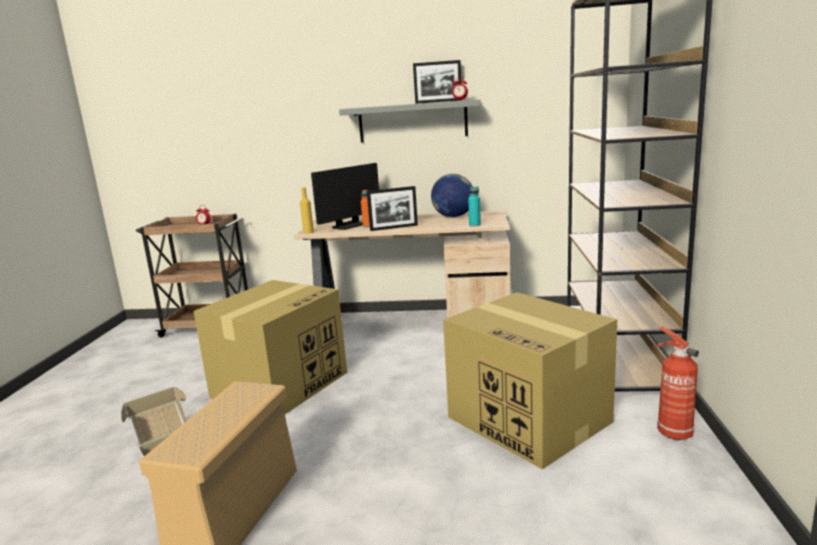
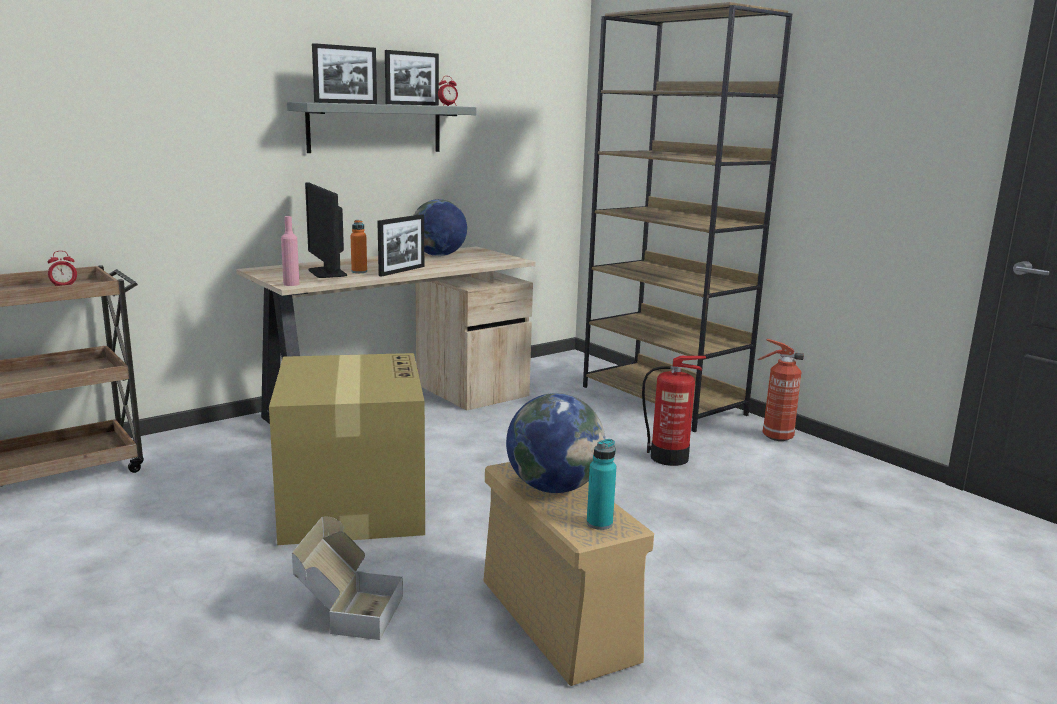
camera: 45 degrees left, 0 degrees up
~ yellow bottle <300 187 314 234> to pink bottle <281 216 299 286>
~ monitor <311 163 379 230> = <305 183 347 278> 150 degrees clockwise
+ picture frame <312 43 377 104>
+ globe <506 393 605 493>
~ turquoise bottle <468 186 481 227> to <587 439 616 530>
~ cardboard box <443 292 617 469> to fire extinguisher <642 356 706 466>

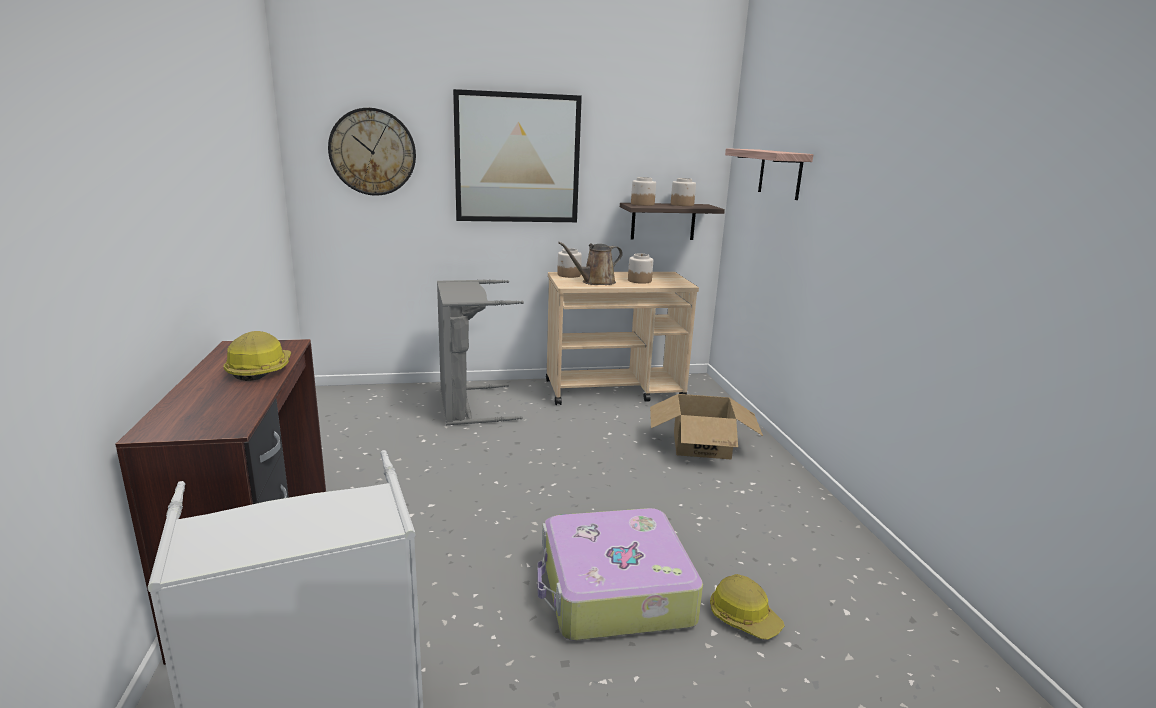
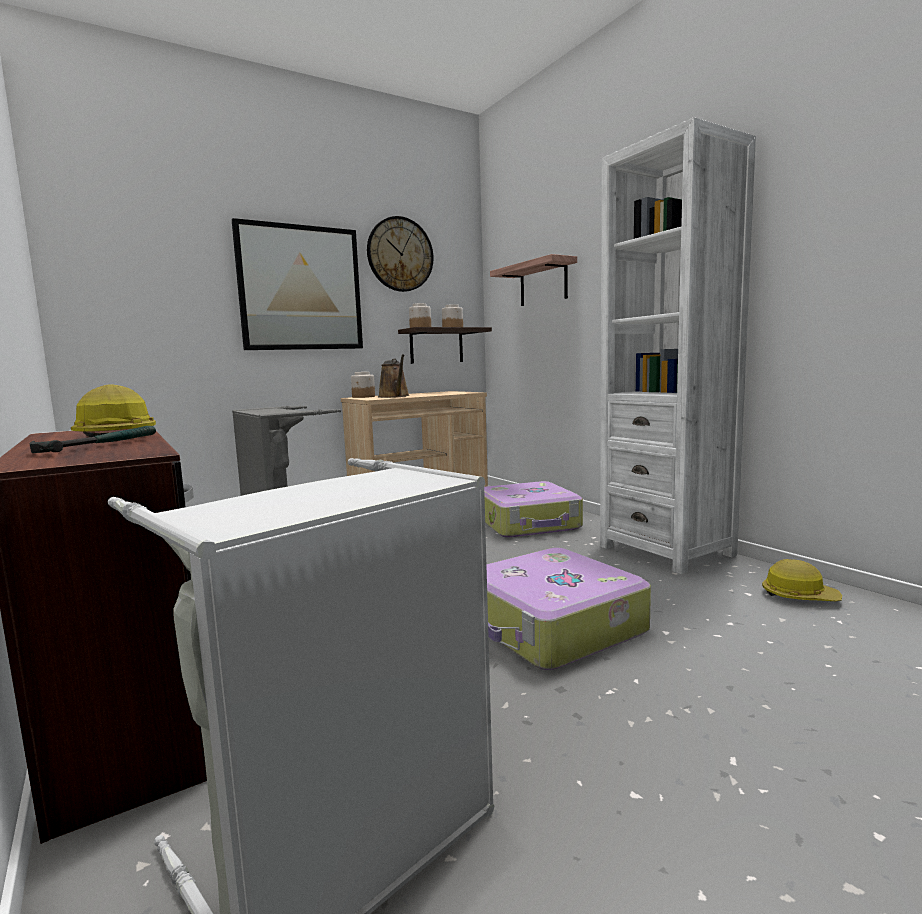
camera: 20 degrees left, 10 degrees down
+ hammer <30 426 156 453>
~ wall clock <328 108 416 196> to <367 216 434 292>
~ brown watering can <558 242 623 285> = <378 354 409 398> 60 degrees counterclockwise
~ cardboard box <650 394 763 459> to suitcase <484 481 583 538>
+ white bookcase <600 117 756 574>
~ hard hat <710 574 785 640> to <762 559 842 601>
- jar <628 253 653 284>

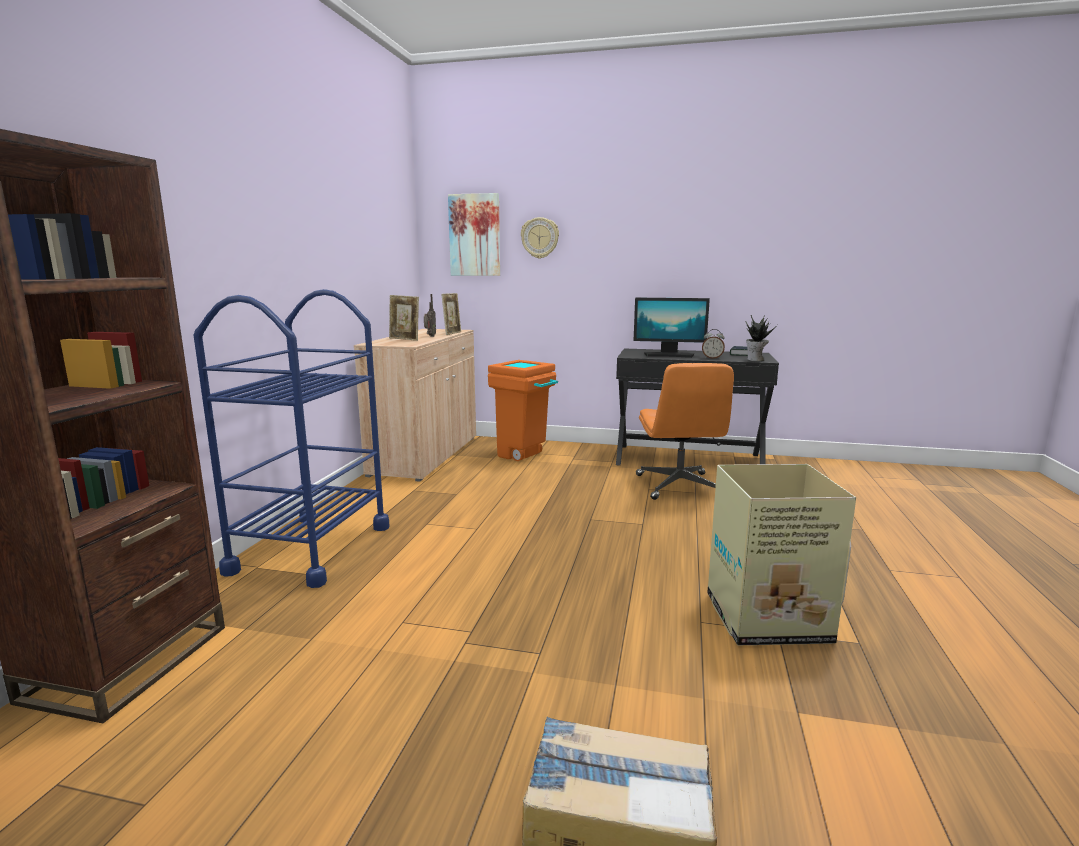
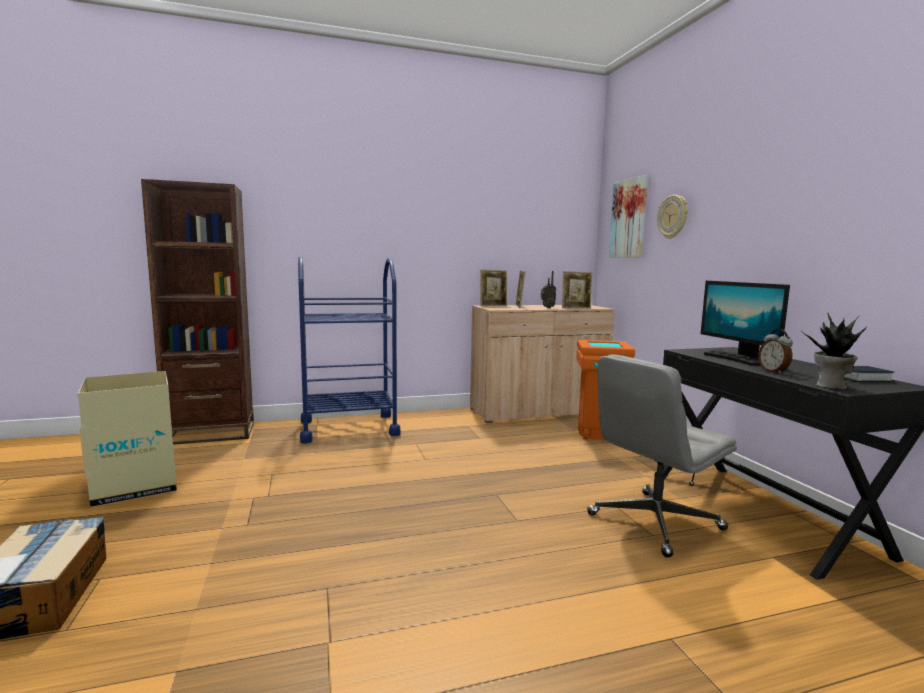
camera: 60 degrees right, 5 degrees down
~ cardboard box <707 464 856 645> to <78 371 177 507>
+ picture frame <480 270 507 306>
~ orange office chair <636 363 734 500> to grey office chair <587 355 737 558>

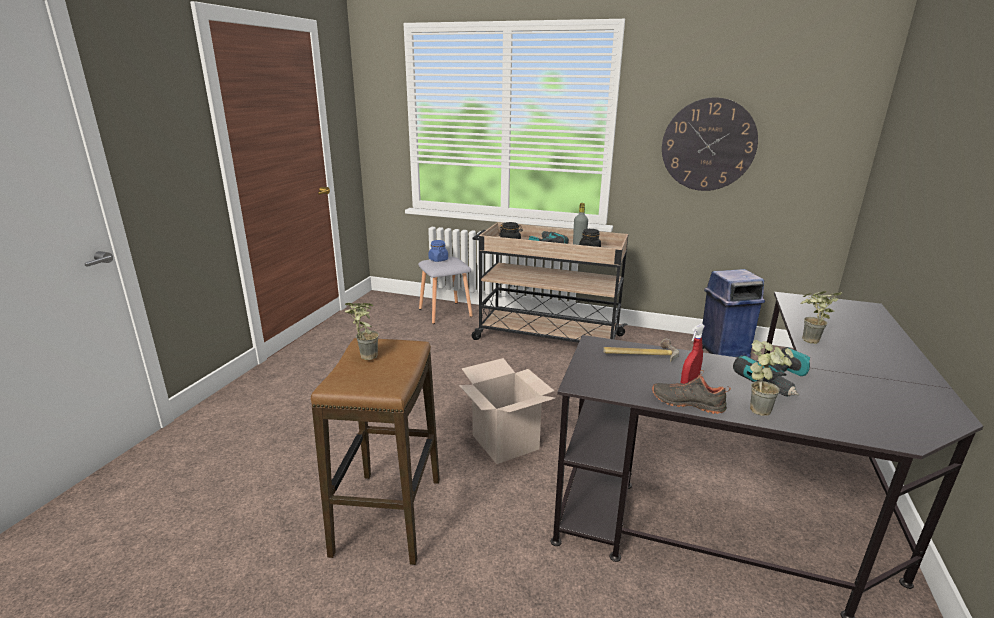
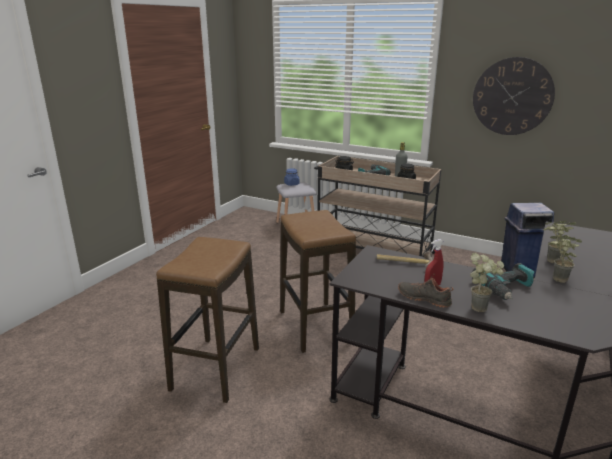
camera: 10 degrees right, 0 degrees up
~ cardboard box <459 358 555 464> to stool <280 210 356 353>
~ potted plant <345 303 379 360> to <548 236 582 283>

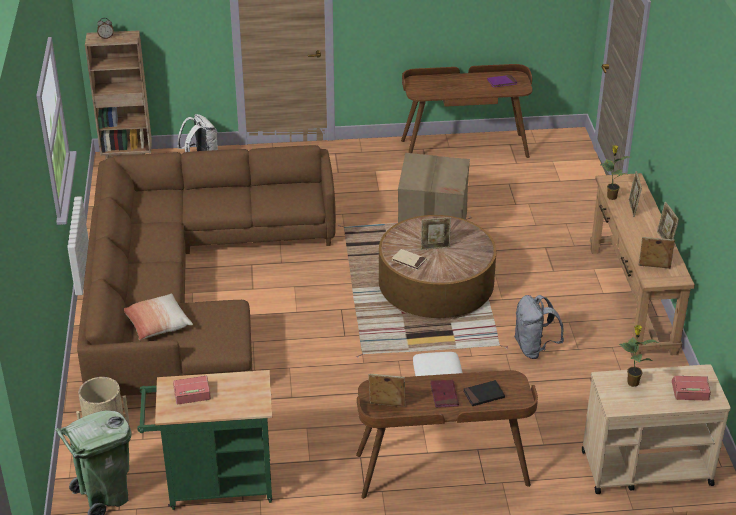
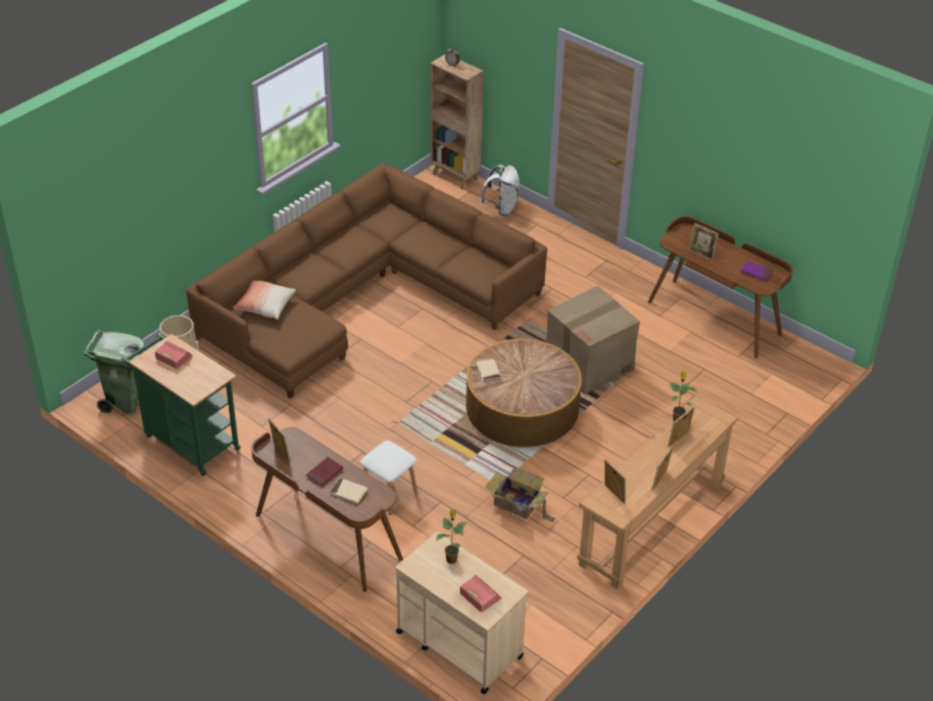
camera: 45 degrees right, 5 degrees up
~ black book <463 380 505 406> to beige book <329 478 368 504>
~ grey backpack <514 295 564 359> to cardboard box <485 469 555 523>
~ picture frame <421 217 451 250> to <689 223 719 260>

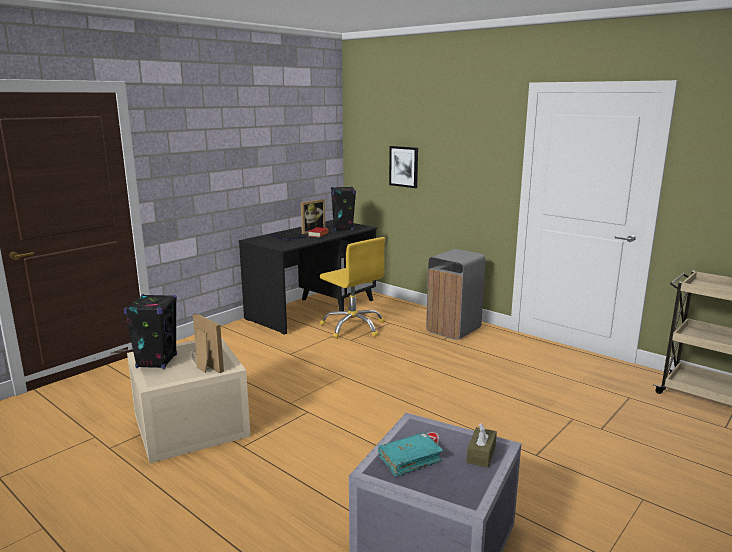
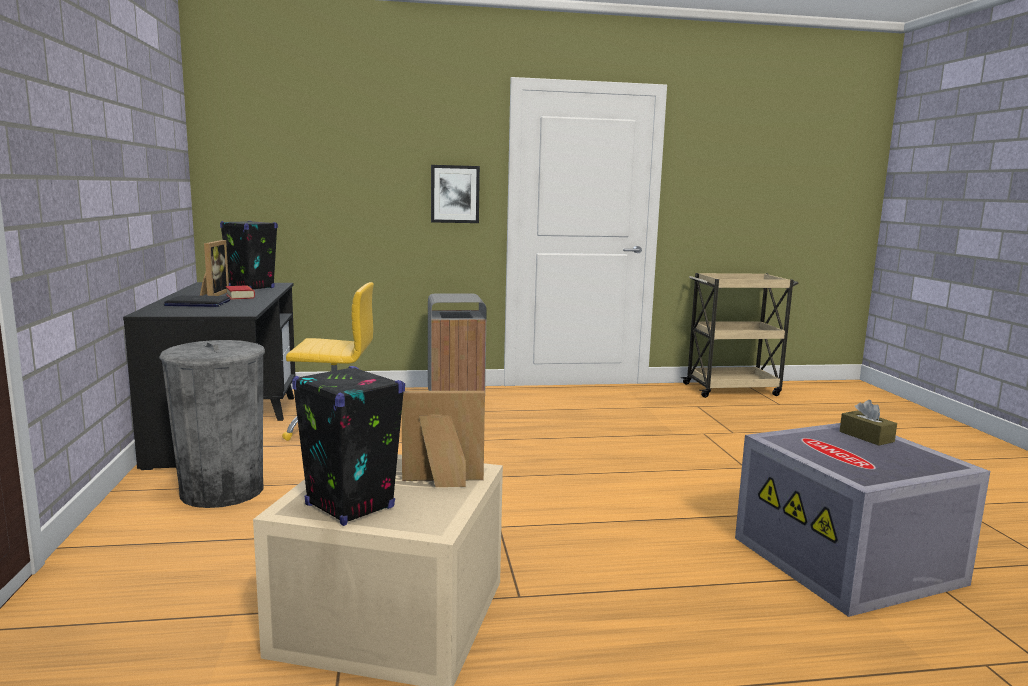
camera: 50 degrees left, 5 degrees down
+ grey trash can <159 340 265 508>
~ picture <389 146 418 188> to <431 165 480 223>
- turquoise book <378 432 443 477>

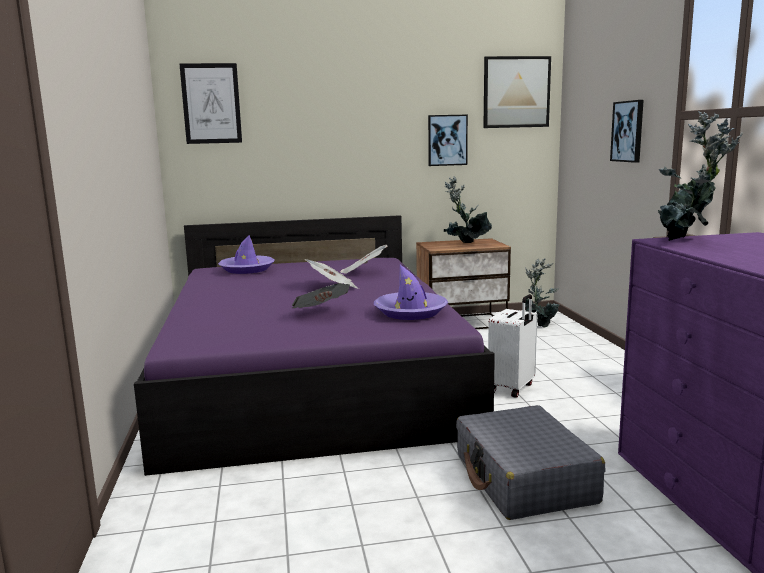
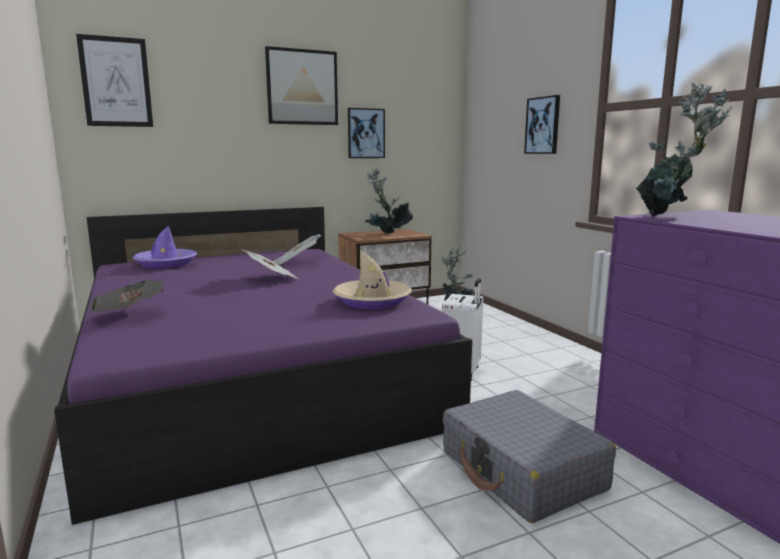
camera: 15 degrees left, 0 degrees up
~ newspaper <292 283 350 308> to <90 280 164 312>
~ picture <483 56 551 128> to <265 46 338 125>
~ purple hat <374 265 448 320> to beige hat <332 250 412 309>

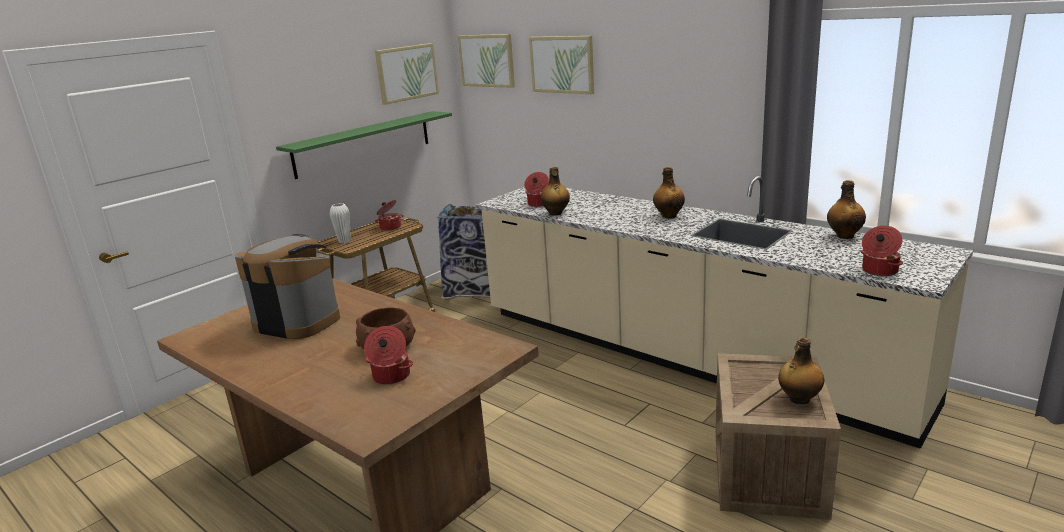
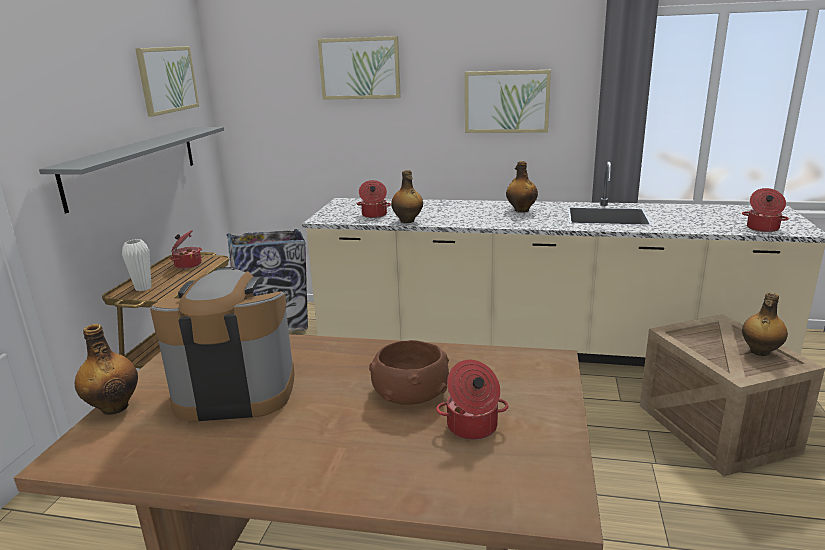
camera: 30 degrees left, 0 degrees up
~ green shelf <276 111 452 179> to grey shelf <39 127 224 213>
~ bottle <827 180 866 239> to <75 324 138 415>
~ picture <458 34 515 88> to <465 70 551 133>

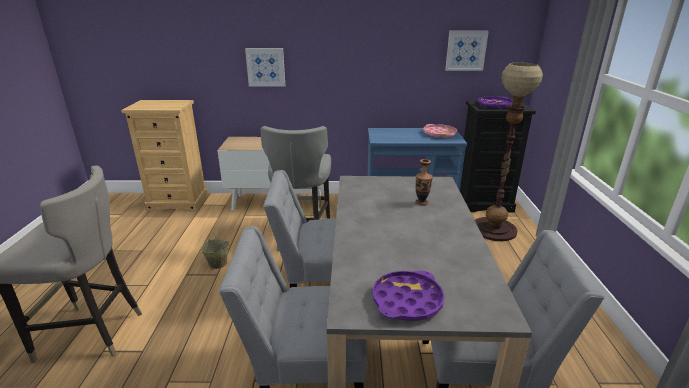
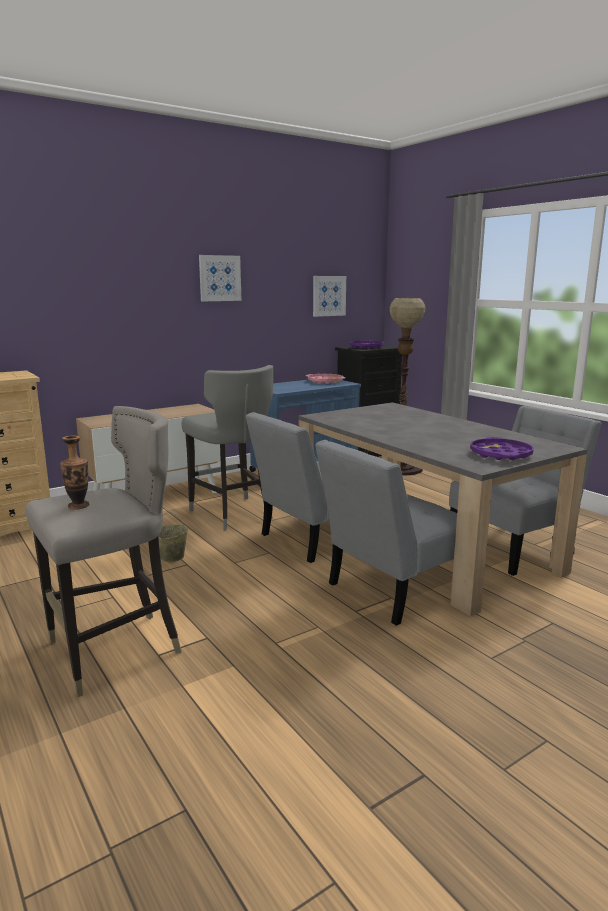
camera: 35 degrees left, 10 degrees down
~ vase <415 159 433 206> to <60 435 89 509>
~ picture <245 48 285 87> to <199 255 241 302>

